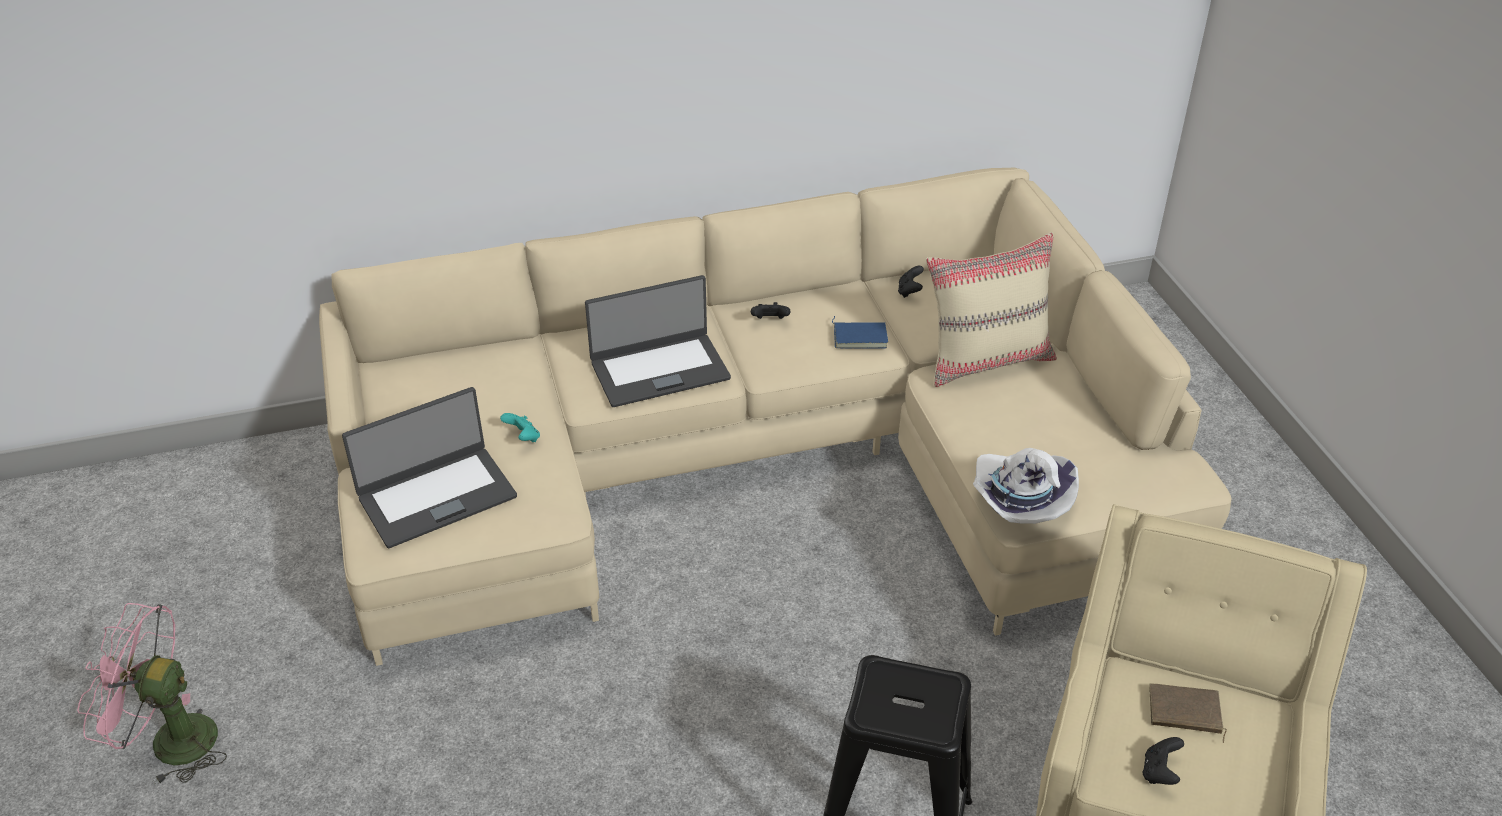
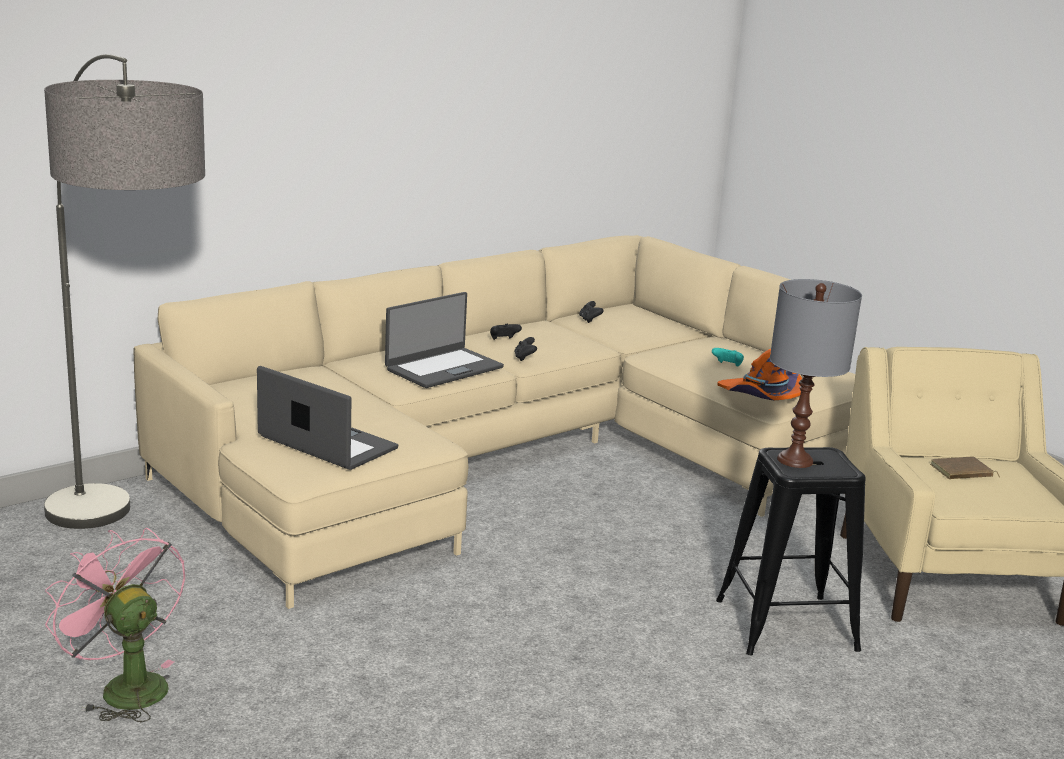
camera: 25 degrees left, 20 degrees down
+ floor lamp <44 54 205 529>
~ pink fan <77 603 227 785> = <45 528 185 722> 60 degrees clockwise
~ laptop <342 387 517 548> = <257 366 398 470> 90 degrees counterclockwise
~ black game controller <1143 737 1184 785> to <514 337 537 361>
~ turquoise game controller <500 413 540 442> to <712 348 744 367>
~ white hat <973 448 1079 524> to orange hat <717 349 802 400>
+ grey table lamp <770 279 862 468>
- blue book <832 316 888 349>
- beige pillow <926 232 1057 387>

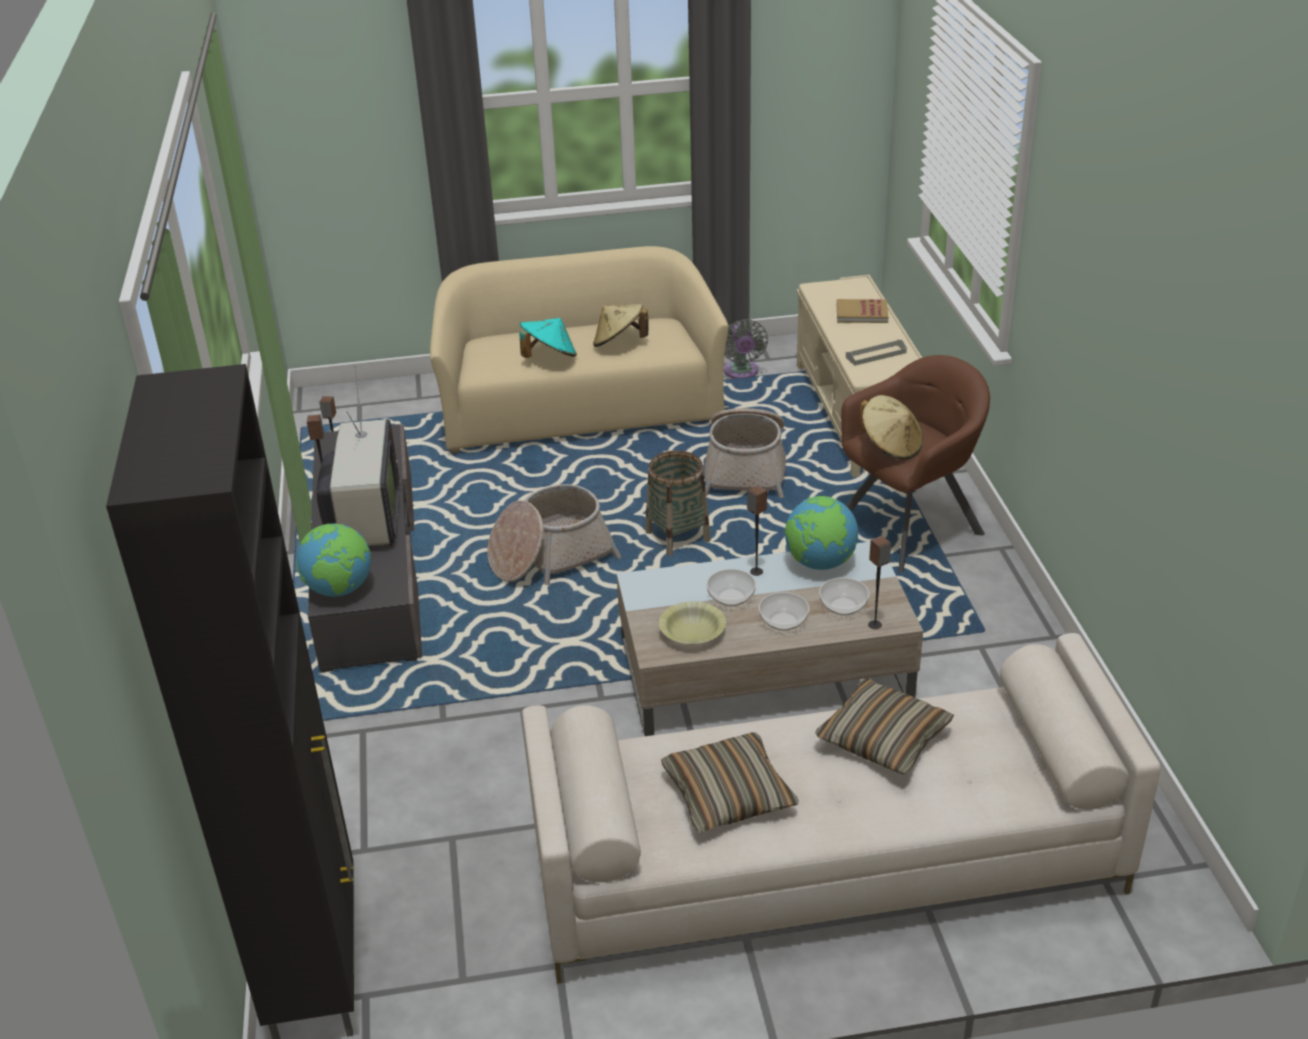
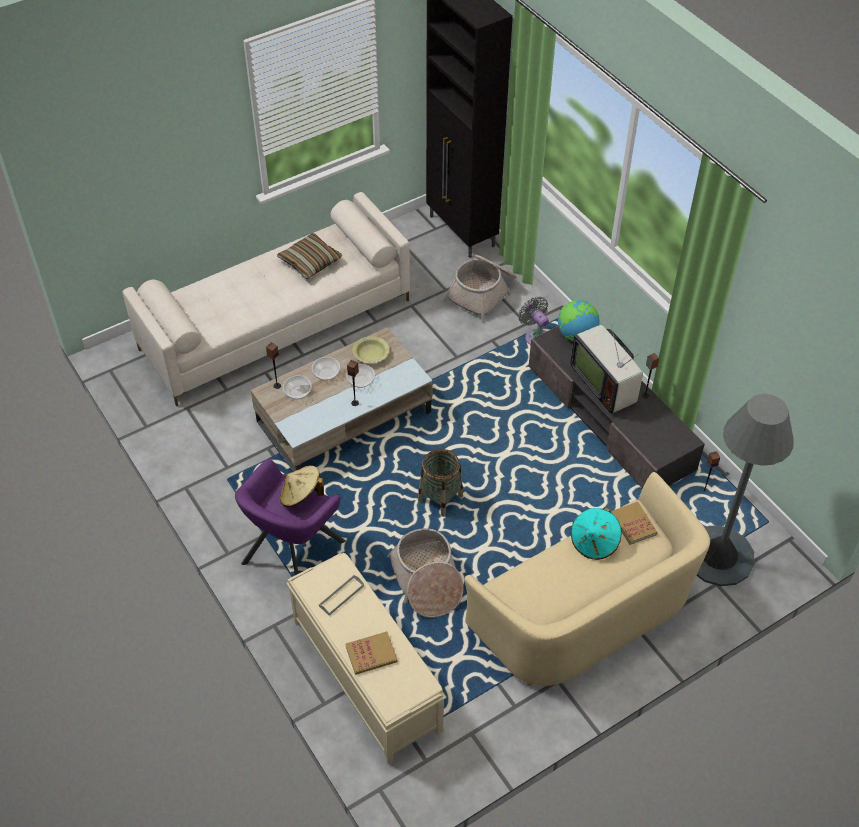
camera: 155 degrees right, 15 degrees up
~ brown armchair <841 355 990 573> to purple armchair <235 459 346 575>
~ basket <487 484 621 585> to <443 254 516 322>
~ grey fan <724 319 768 379> to <518 297 549 345>
+ book <611 502 658 545>
+ grey floor lamp <696 394 794 586>
- beige hat <593 304 649 347>
- globe <785 496 858 570>
- pillow <815 678 954 774>

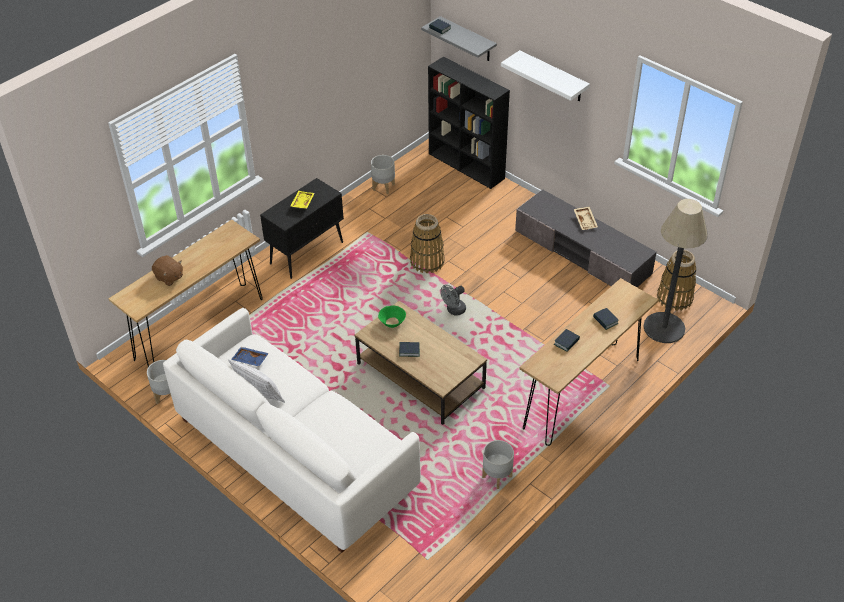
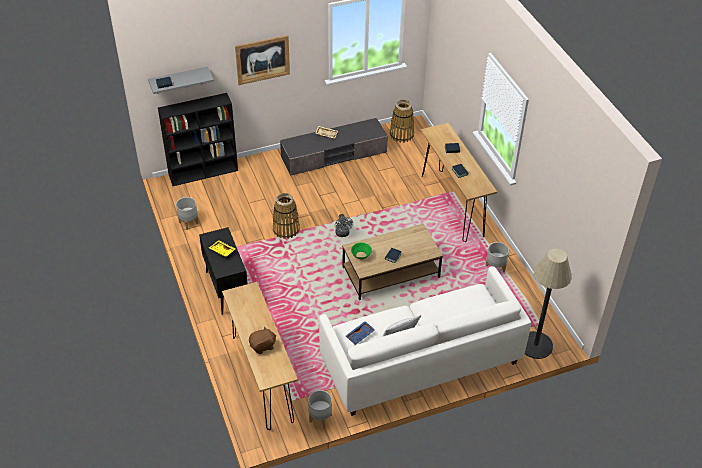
camera: 65 degrees left, 0 degrees up
~ white shelf <501 50 590 101> to picture <235 35 290 85>
~ floor lamp <643 199 708 343> to <525 248 572 359>

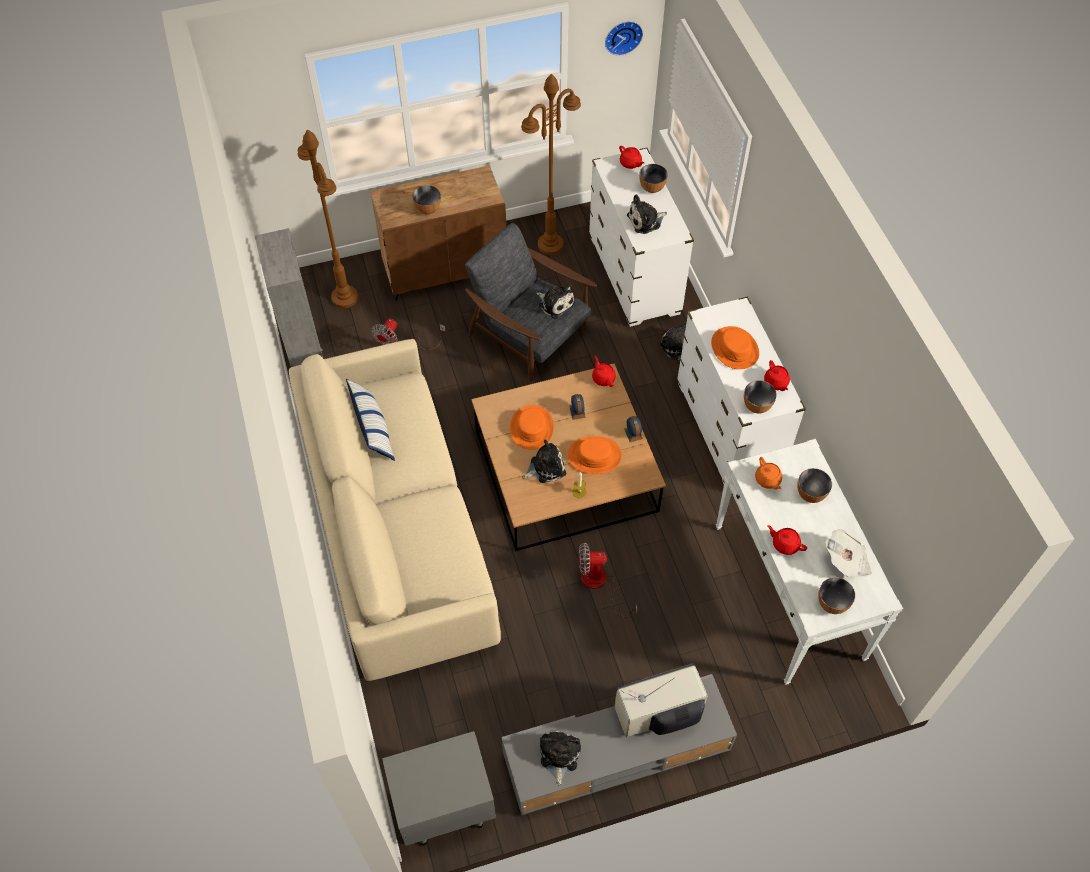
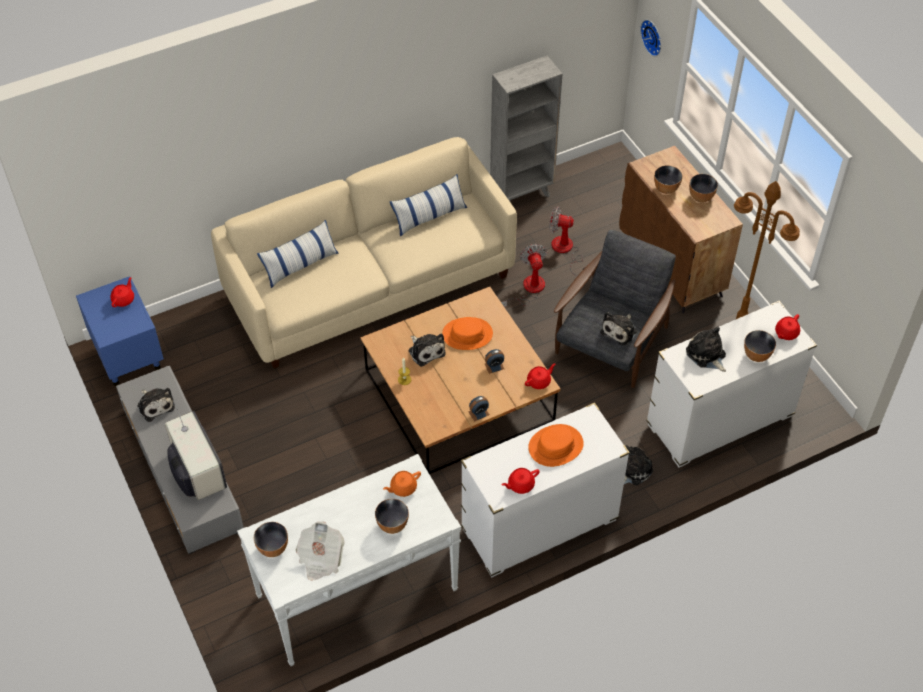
camera: 80 degrees right, 5 degrees down
~ grey nightstand <382 731 496 846> to blue nightstand <76 277 164 386>
~ red teapot <767 525 807 555> to <111 277 134 307>
~ plush toy <540 730 581 786> = <137 388 175 422> 60 degrees clockwise
+ pillow <257 220 339 288>
~ fan <579 543 637 617> to <501 244 547 307>
~ wall clock <605 21 643 56> to <640 20 661 56>
~ bowl <744 380 777 413> to <689 174 718 202>
- brown floor lamp <298 129 358 308>
- orange hat <568 436 622 474>

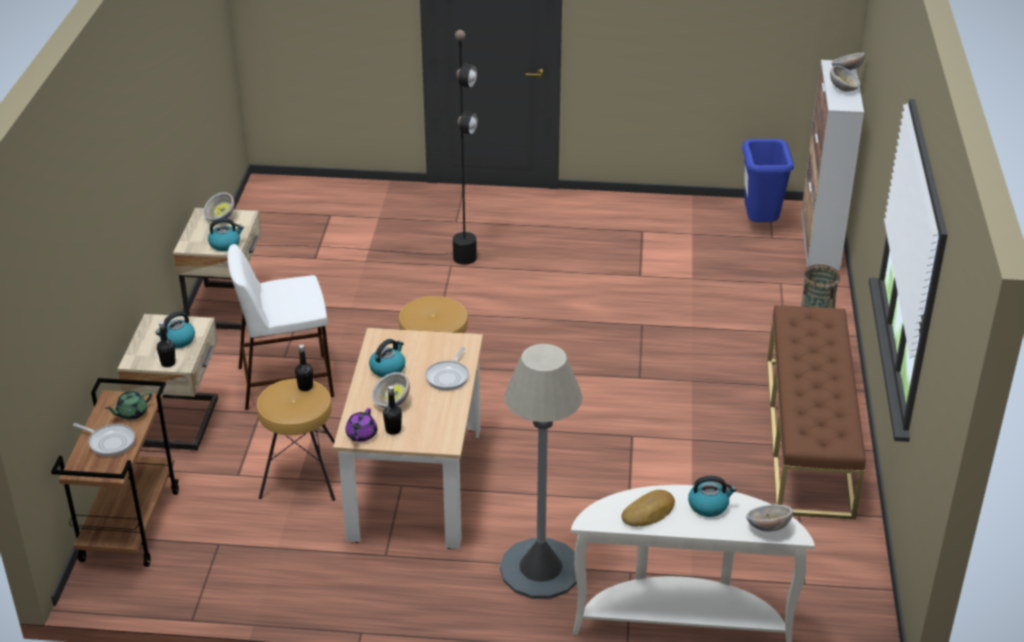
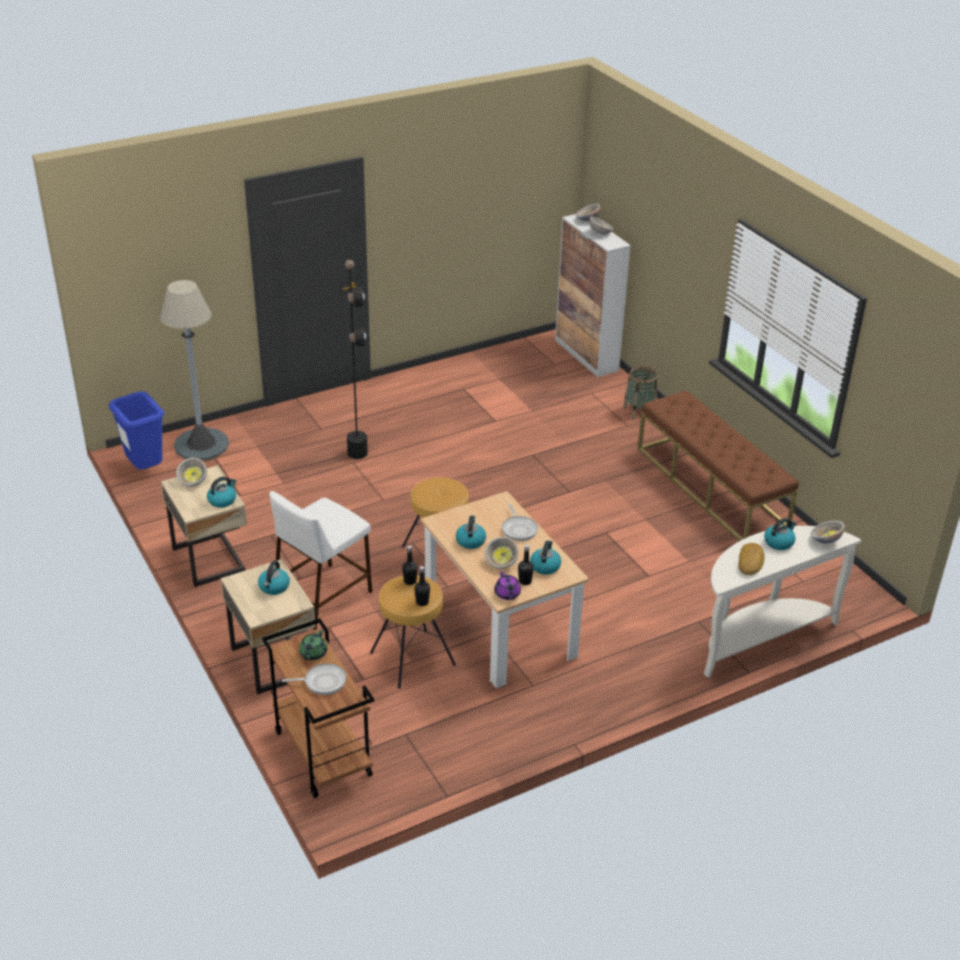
camera: 35 degrees left, 0 degrees up
~ blue trash can <742 139 794 222> to <109 391 164 469>
~ grey floor lamp <500 344 583 599> to <160 280 229 460>
~ black bottle <157 321 176 367> to <414 566 430 606>
+ kettle <530 541 561 575>

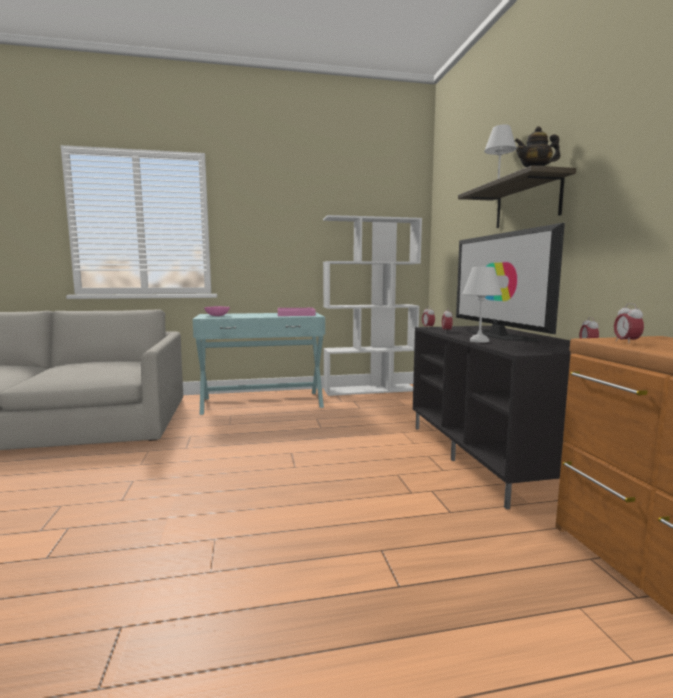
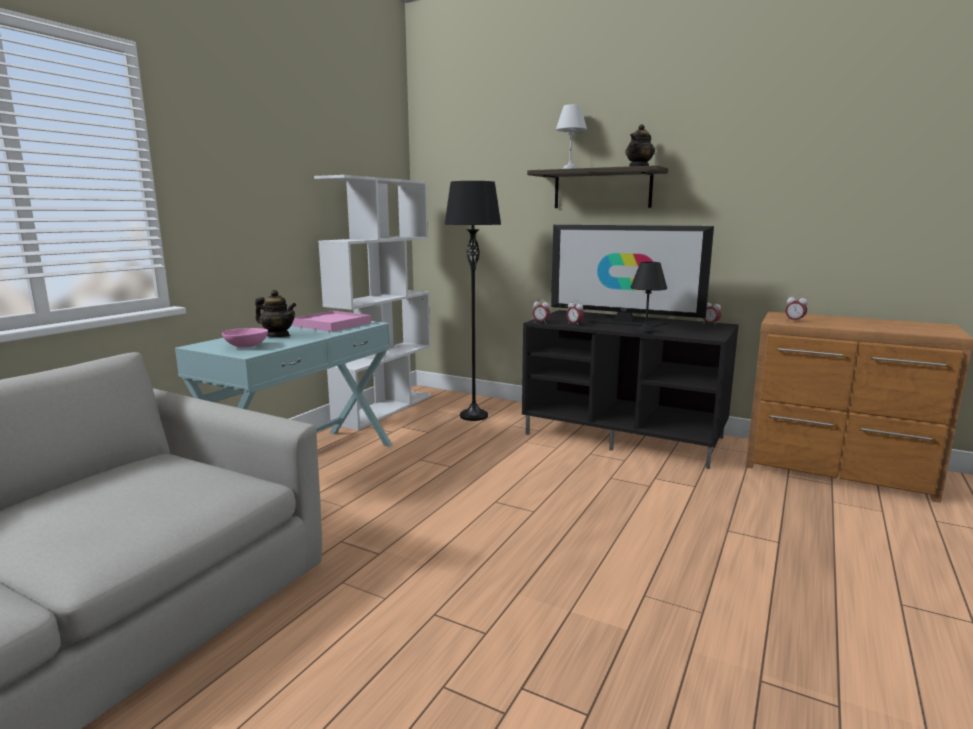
camera: 50 degrees left, 5 degrees up
+ teapot <255 290 296 337>
+ black floor lamp <445 181 501 421>
~ white table lamp <462 267 502 343> to black table lamp <630 262 667 333>

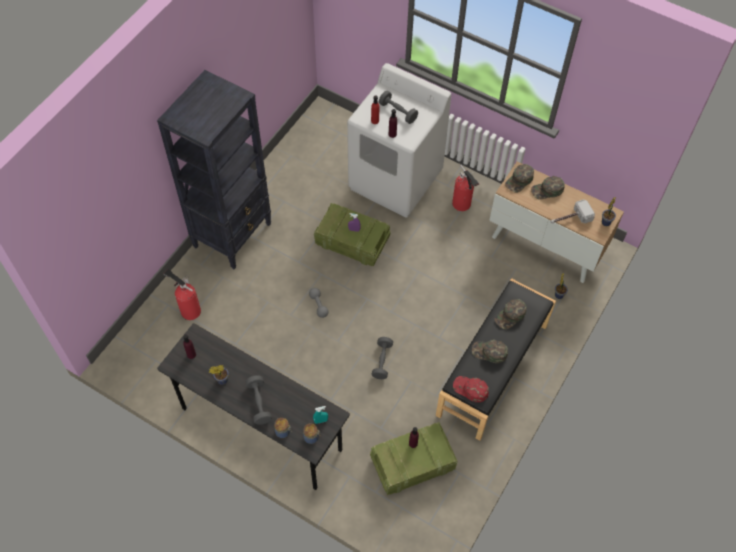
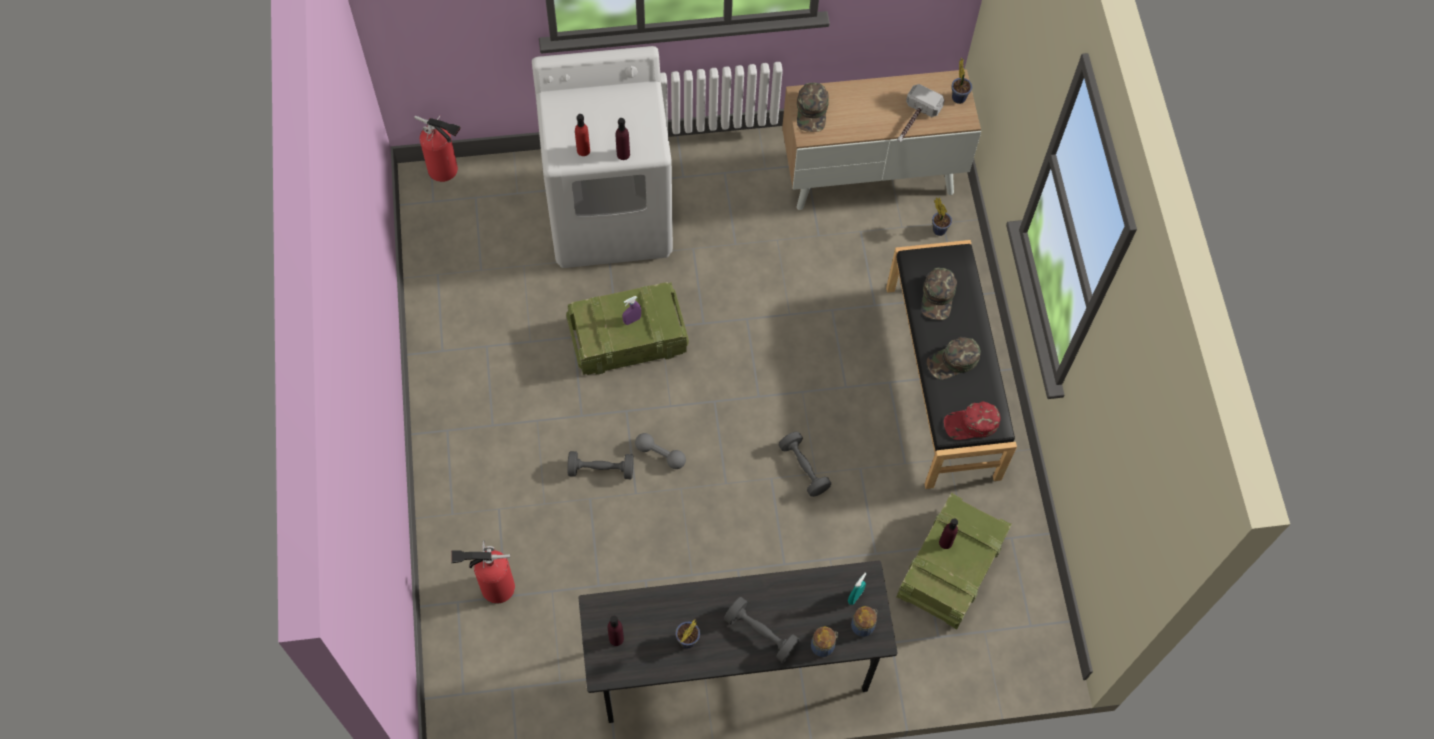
camera: 40 degrees left, 5 degrees up
~ fire extinguisher <452 165 479 211> to <414 116 461 182>
~ grey dumbbell <379 91 418 124> to <567 451 634 479>
- black bookcase <157 70 271 269>
- green cap <531 176 565 200>

